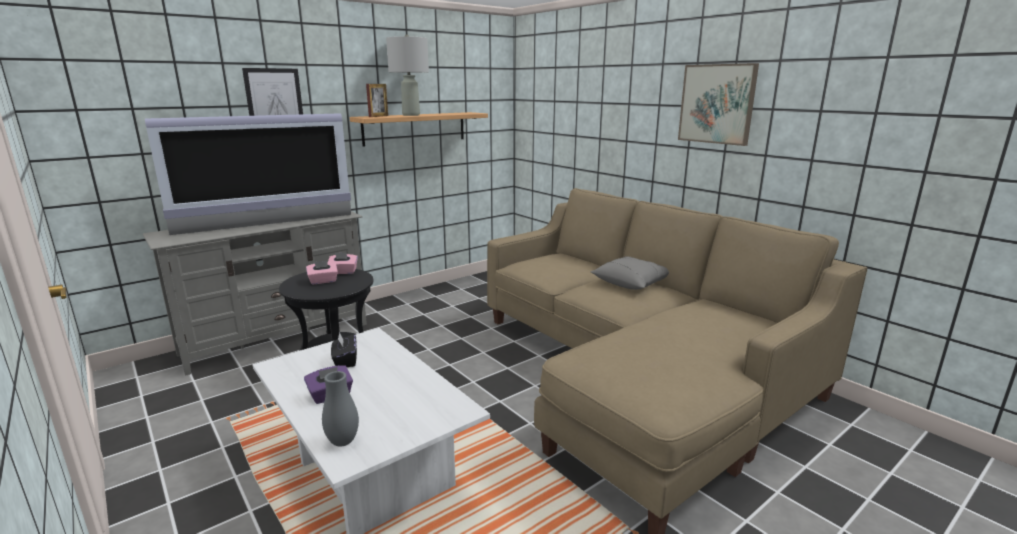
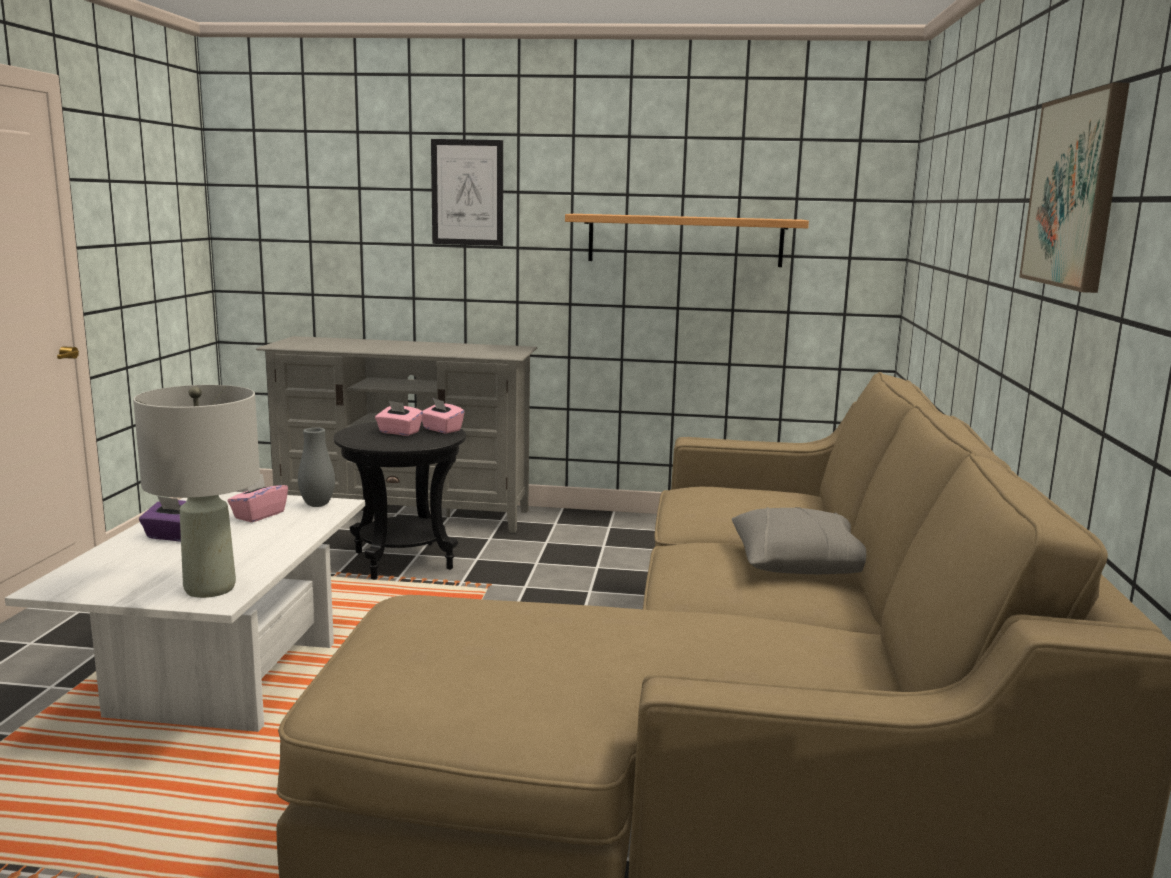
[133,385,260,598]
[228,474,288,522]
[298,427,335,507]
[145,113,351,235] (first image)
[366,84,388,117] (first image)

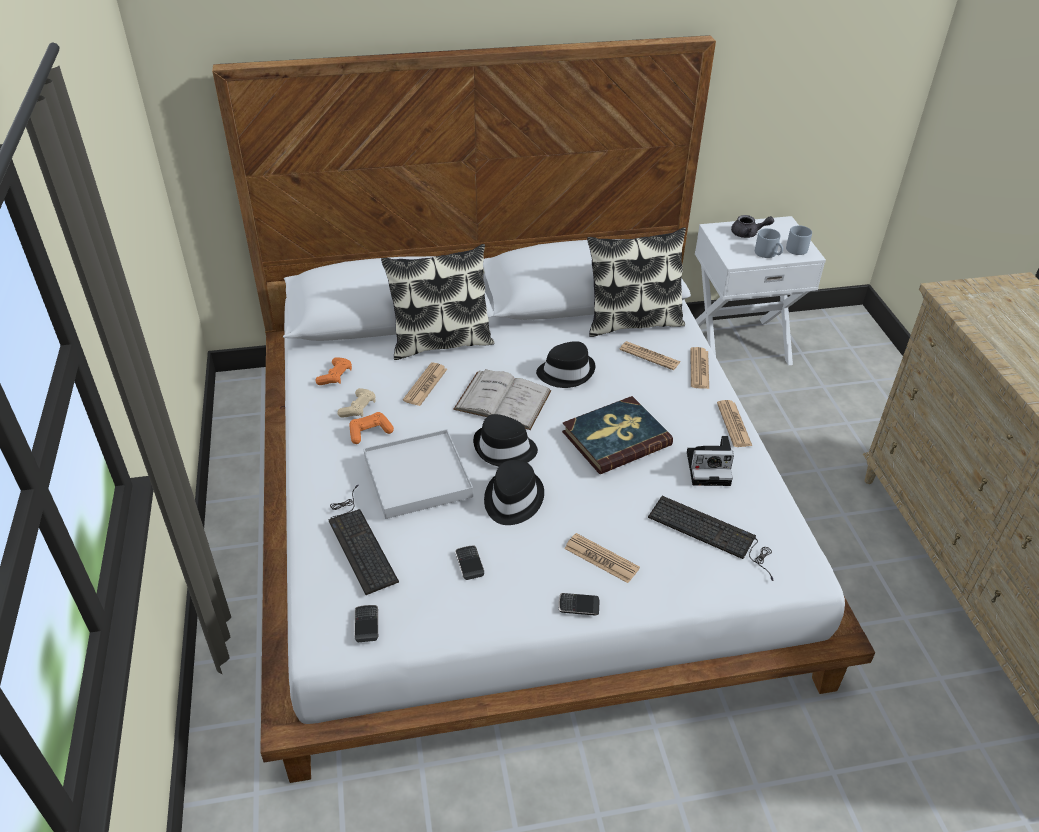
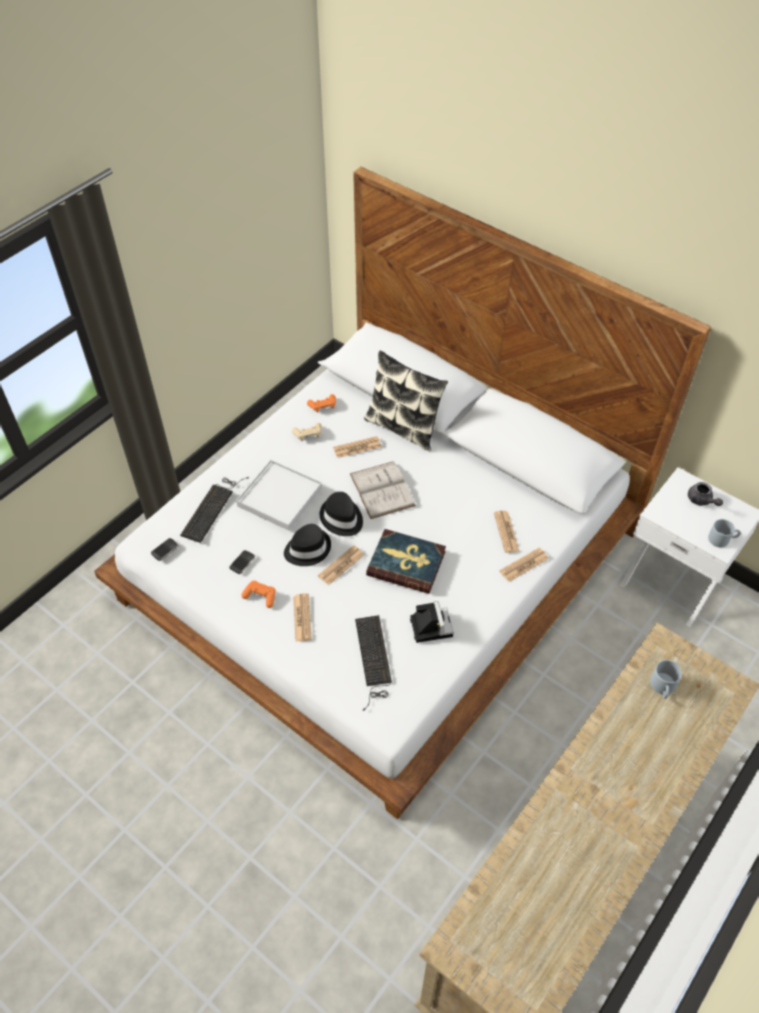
[241,581,276,608]
[318,545,364,585]
[410,601,453,643]
[650,660,682,699]
[536,341,595,388] (first image)
[558,593,599,616] (first image)
[587,227,686,337] (first image)

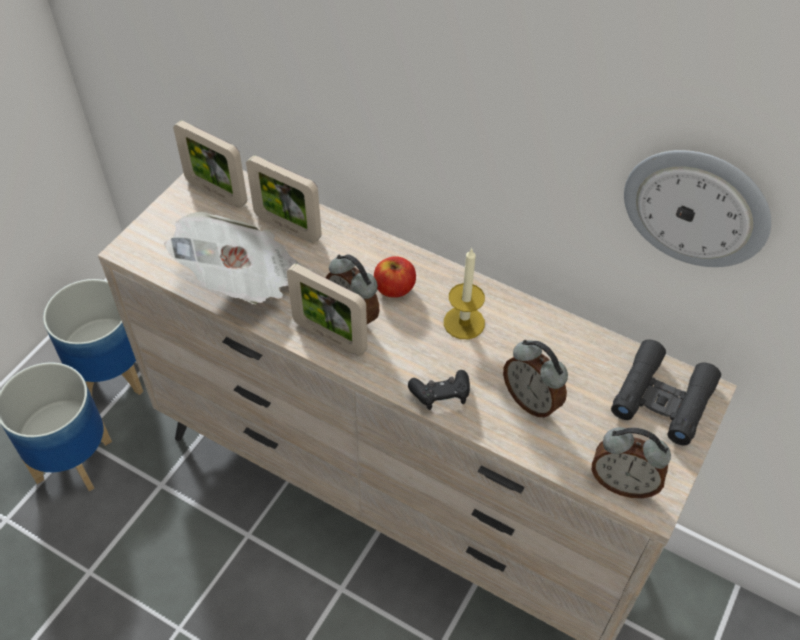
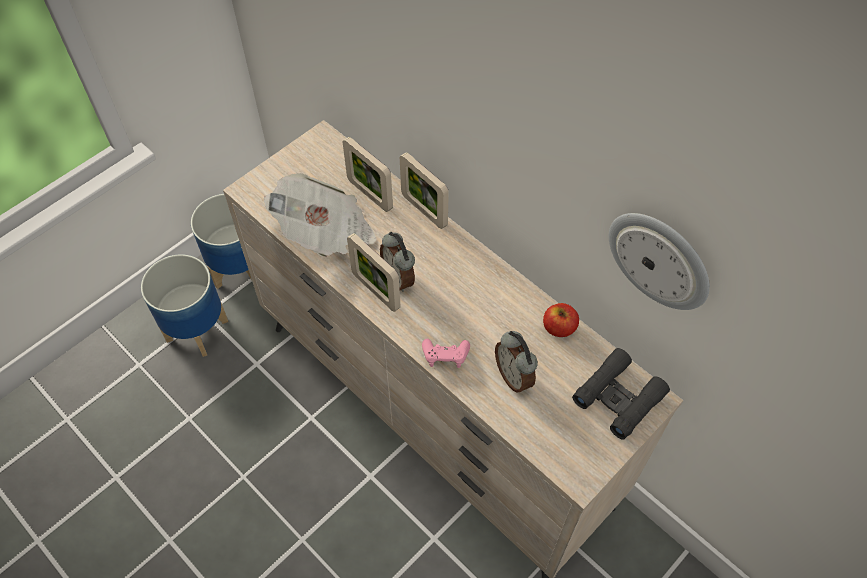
[400,152,449,229]
[422,339,470,368]
[543,303,579,337]
[444,247,485,339] (first image)
[592,427,671,498] (first image)

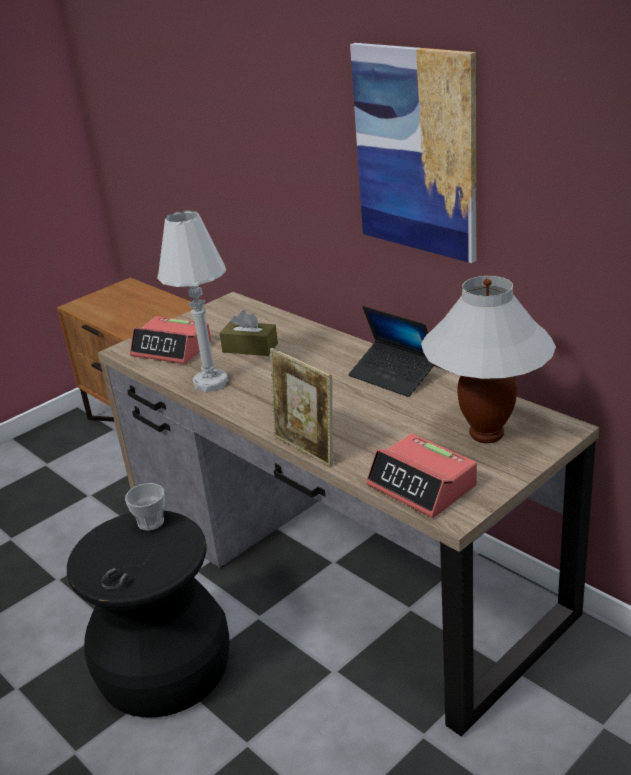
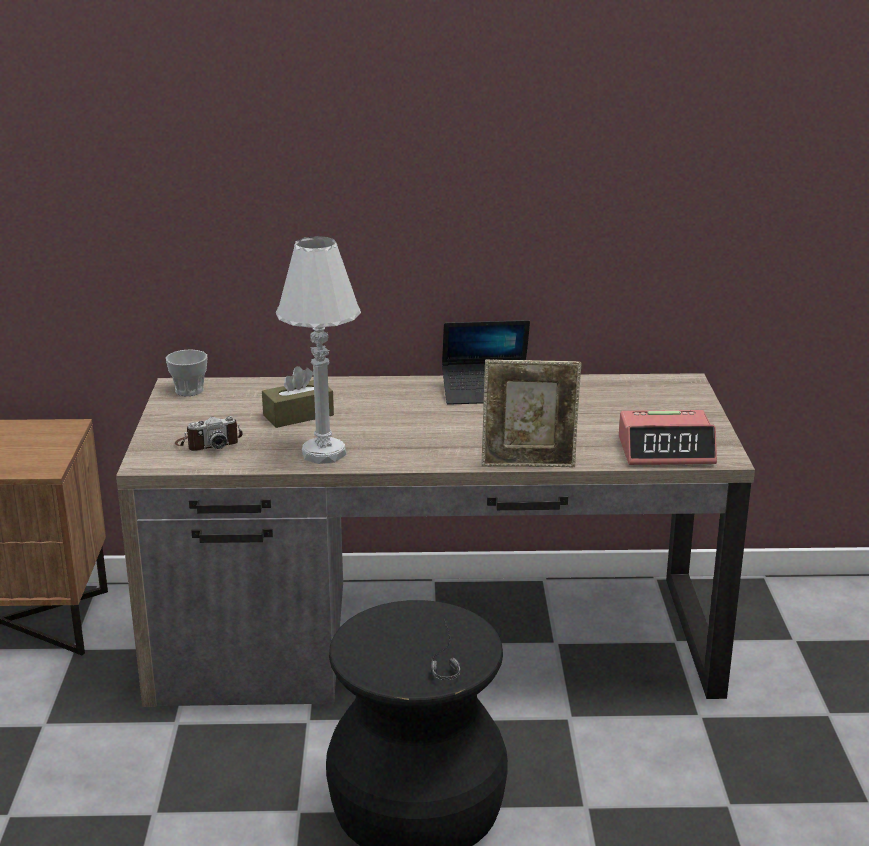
[166,349,208,396]
[175,416,243,451]
[350,43,476,263] (first image)
[421,276,556,443] (first image)

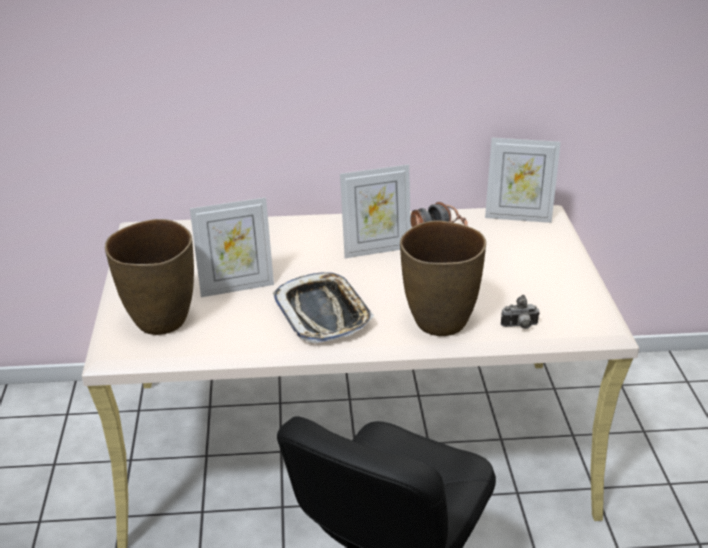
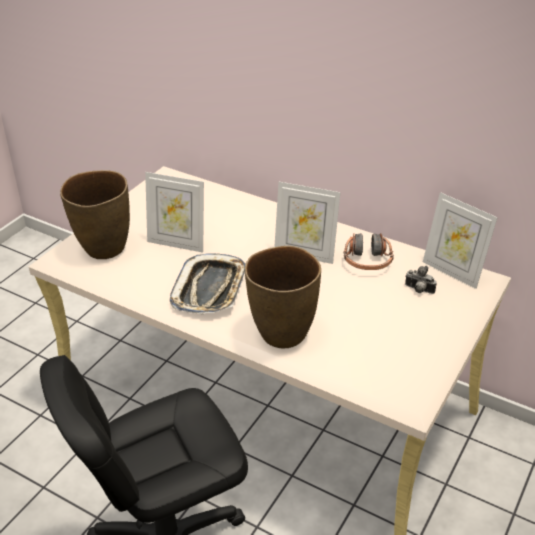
[405,266,437,294]

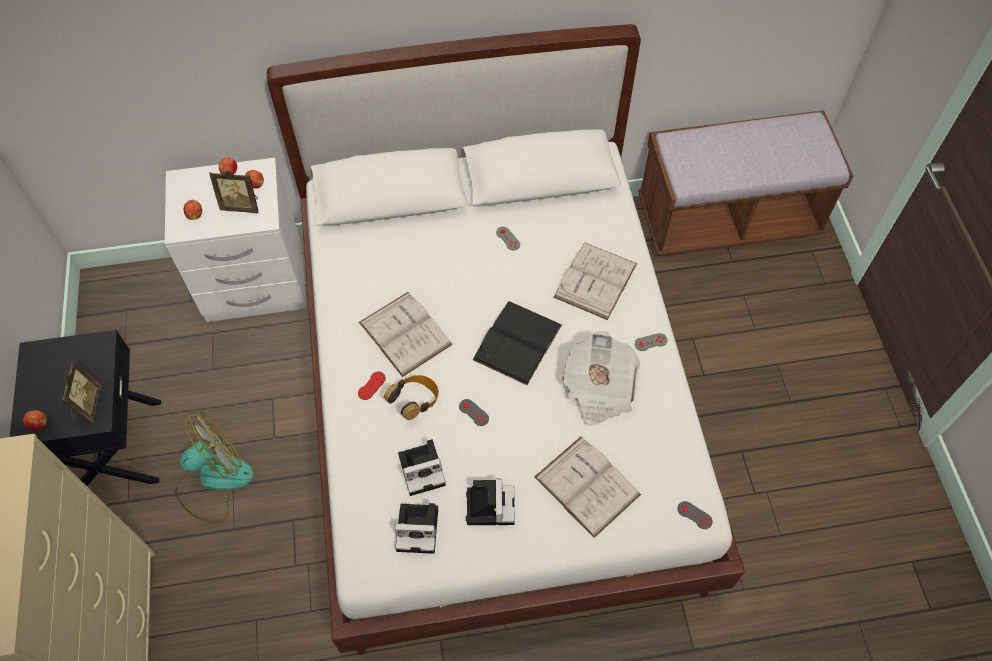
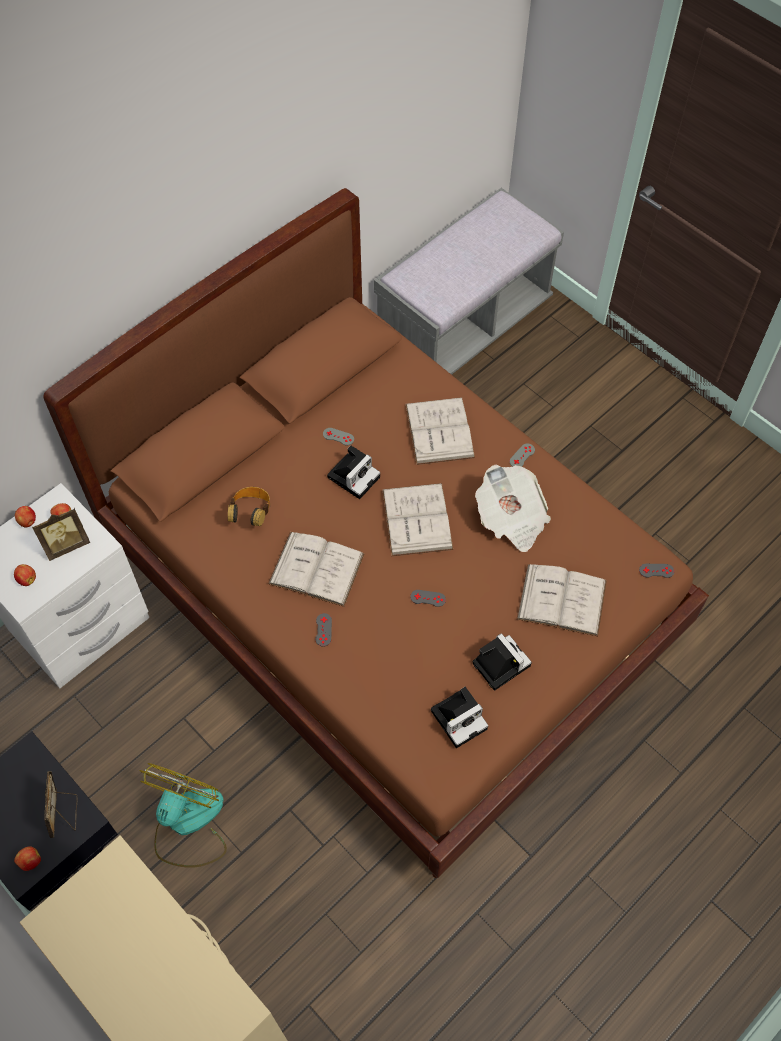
[43,188,709,878]
[44,771,78,838]
[228,487,270,526]
[315,613,332,647]
[327,446,380,499]
[374,188,564,375]
[382,483,453,556]

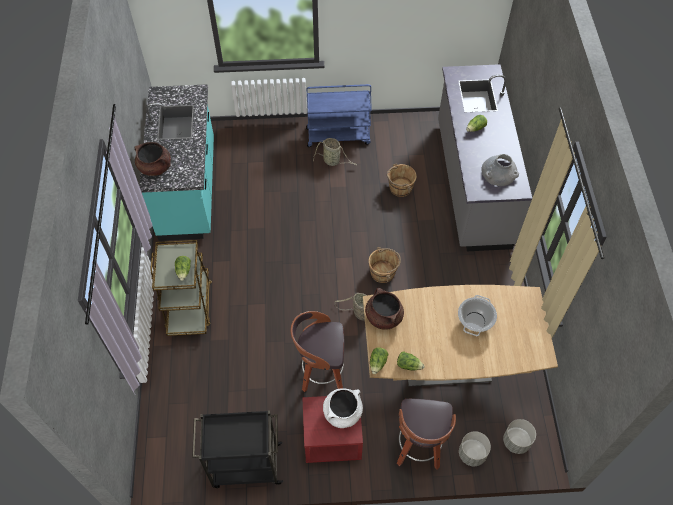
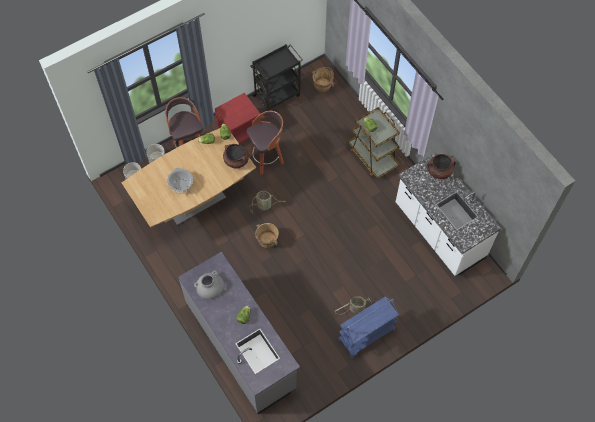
[312,67,334,92]
[396,153,501,276]
[323,388,363,428] (first image)

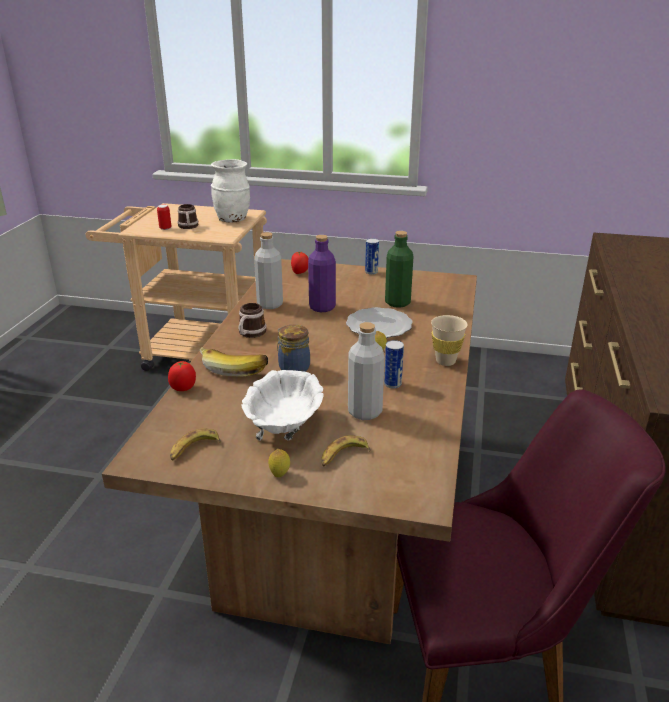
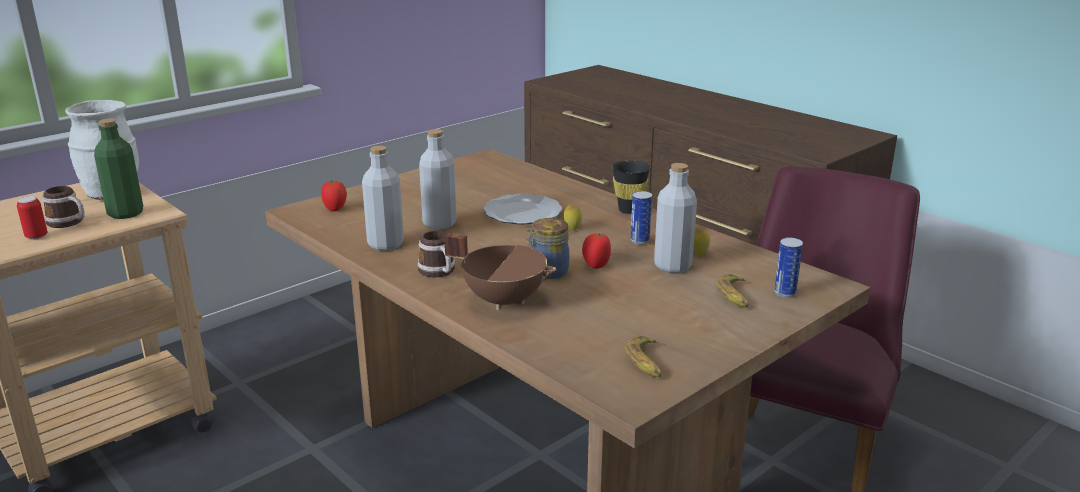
[94,119,143,219]
[419,129,457,229]
[444,233,557,310]
[582,233,611,269]
[612,160,651,214]
[693,228,710,255]
[774,238,803,298]
[241,370,324,441] (first image)

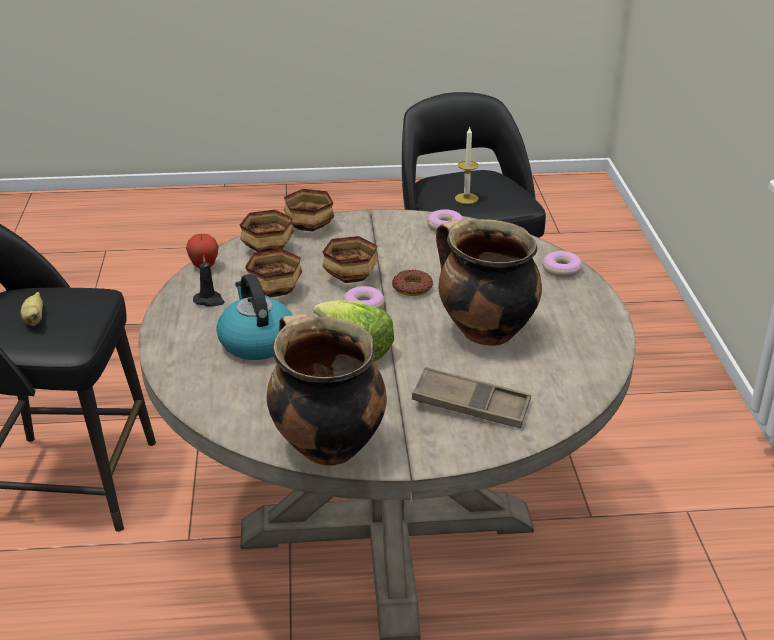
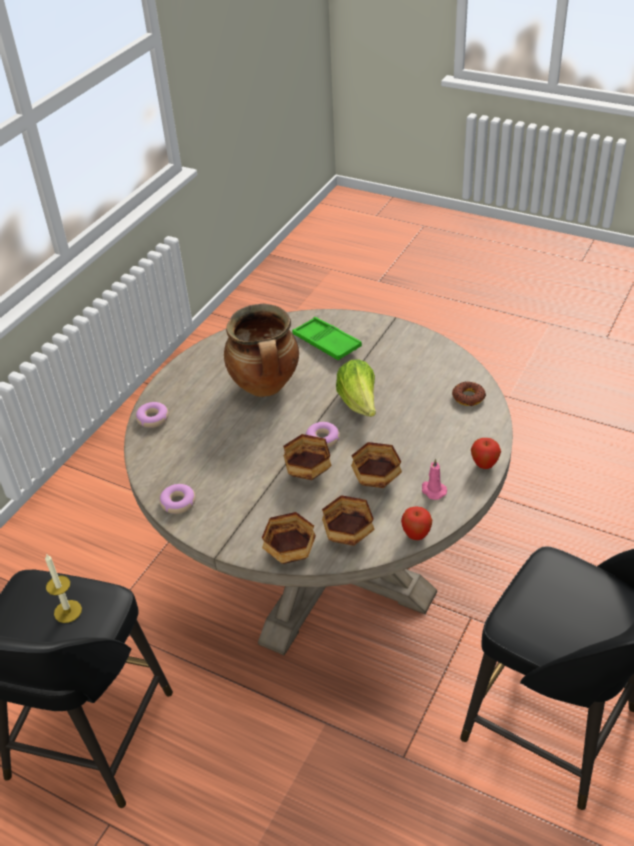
[292,317,362,360]
[422,458,447,500]
[452,381,486,406]
[471,438,501,469]
[21,292,43,326] (first image)
[216,274,292,360] (first image)
[266,313,387,466] (first image)

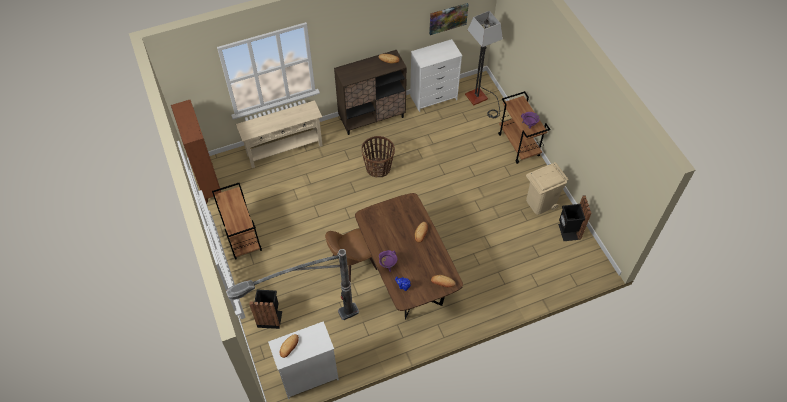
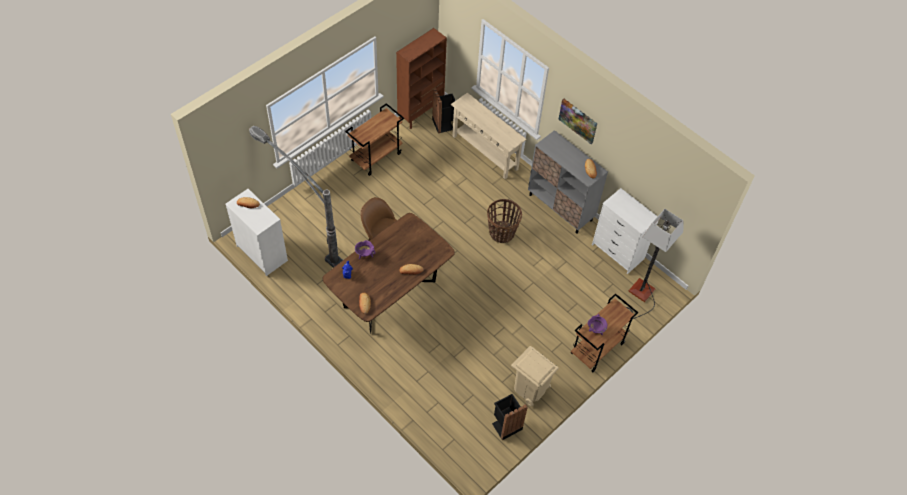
[432,88,455,133]
[528,130,608,234]
[558,99,597,144]

